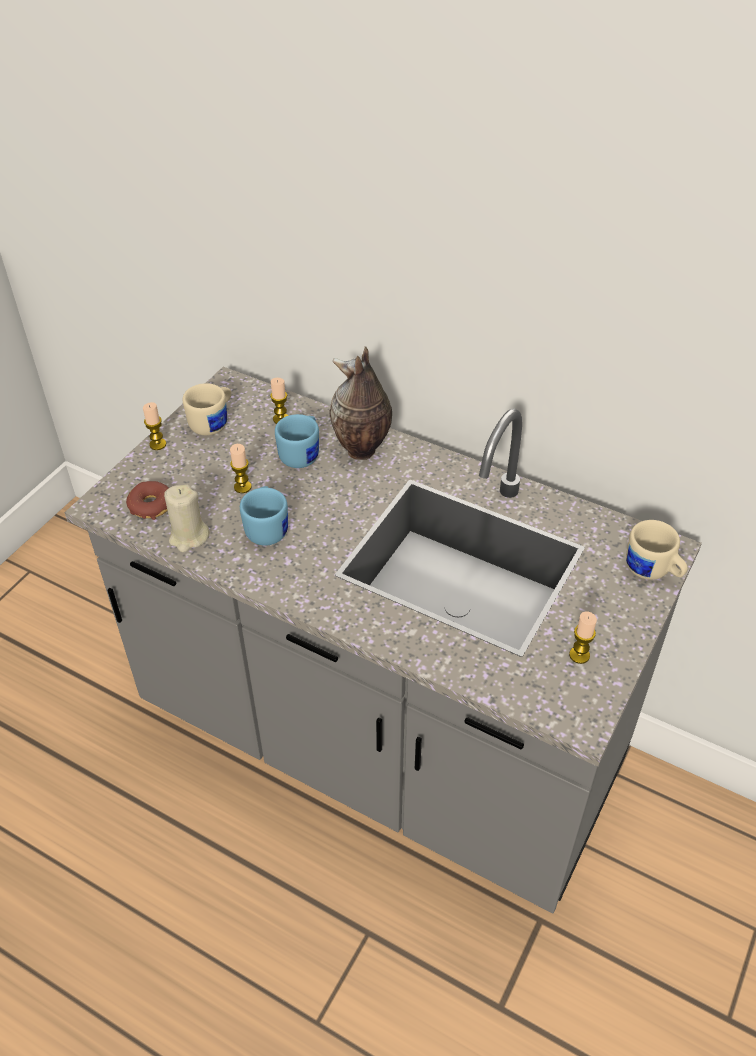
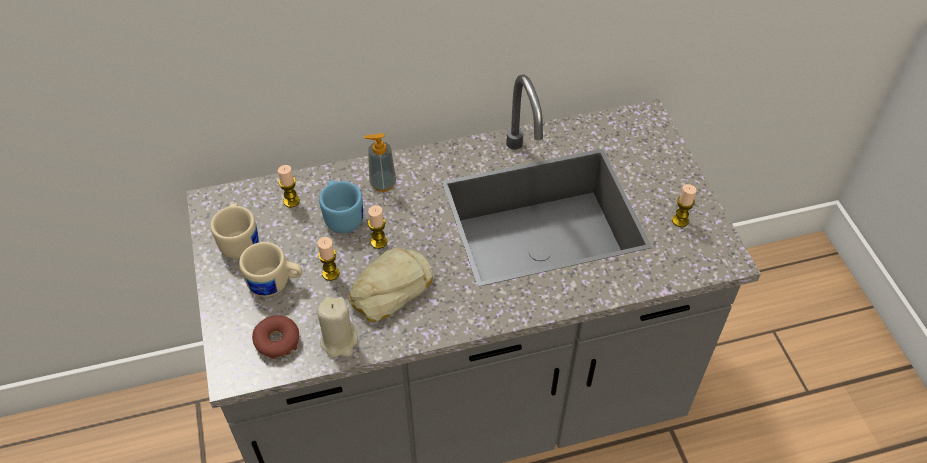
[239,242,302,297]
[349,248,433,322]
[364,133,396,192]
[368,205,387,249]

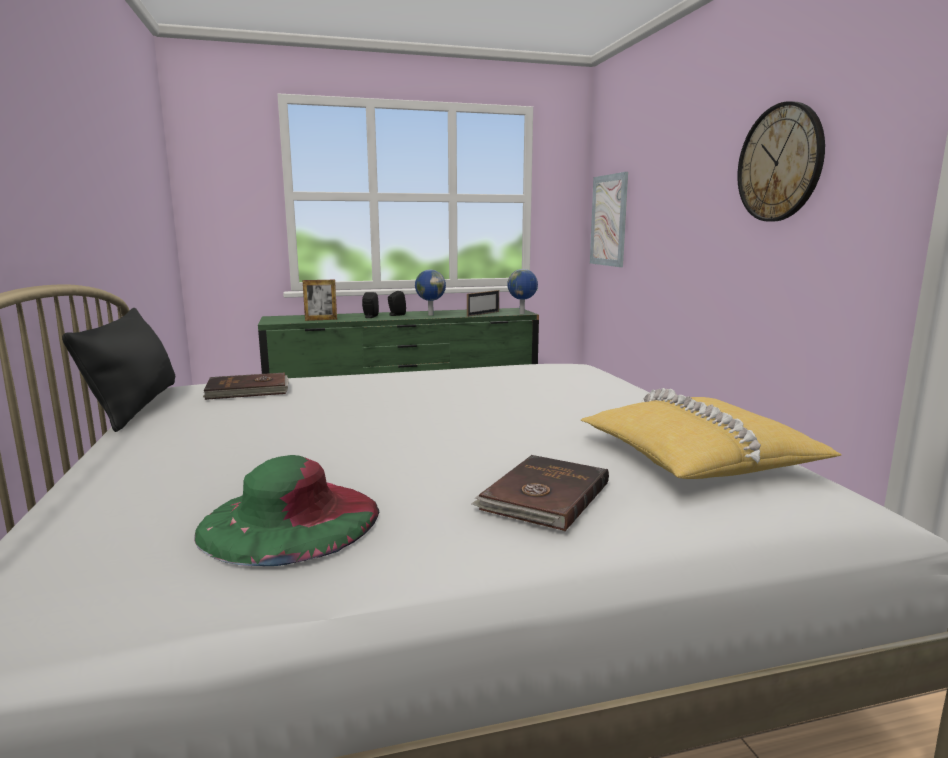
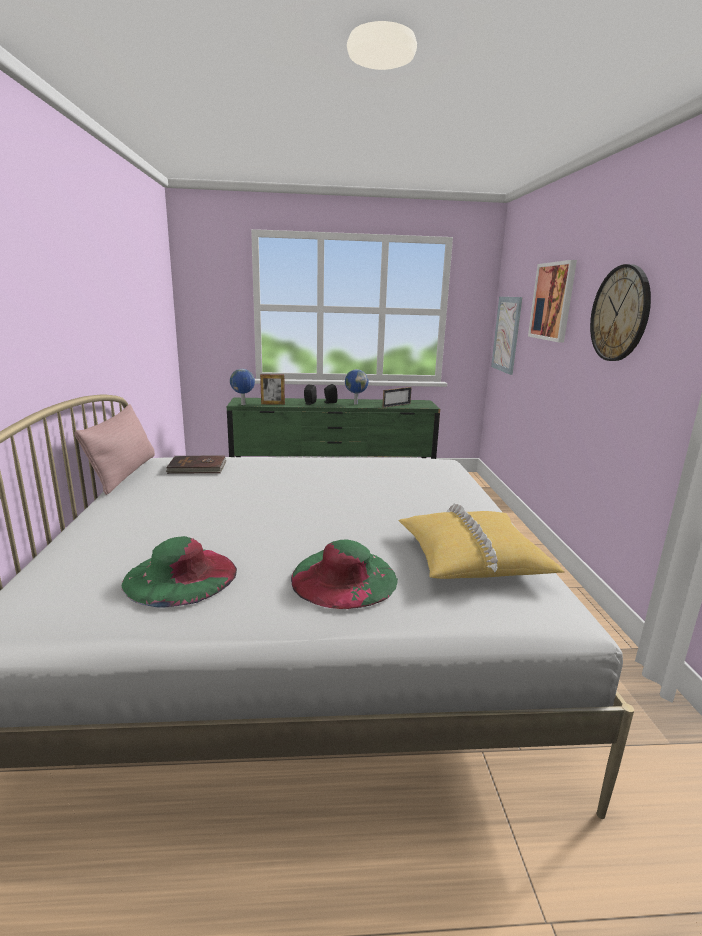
[75,404,155,495]
[230,369,255,405]
[291,539,398,609]
[528,260,577,343]

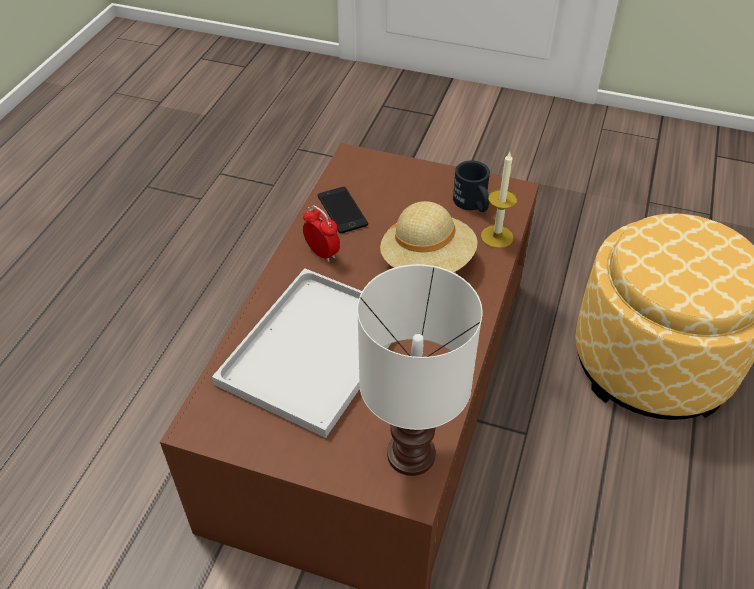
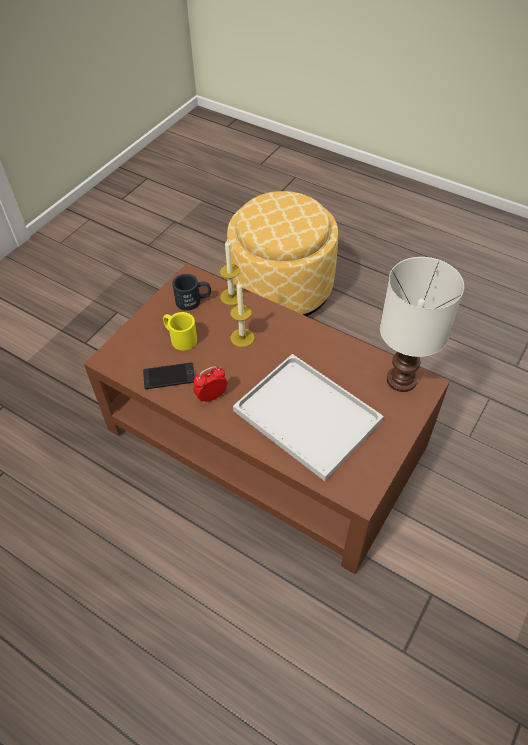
[163,312,197,350]
[230,282,255,347]

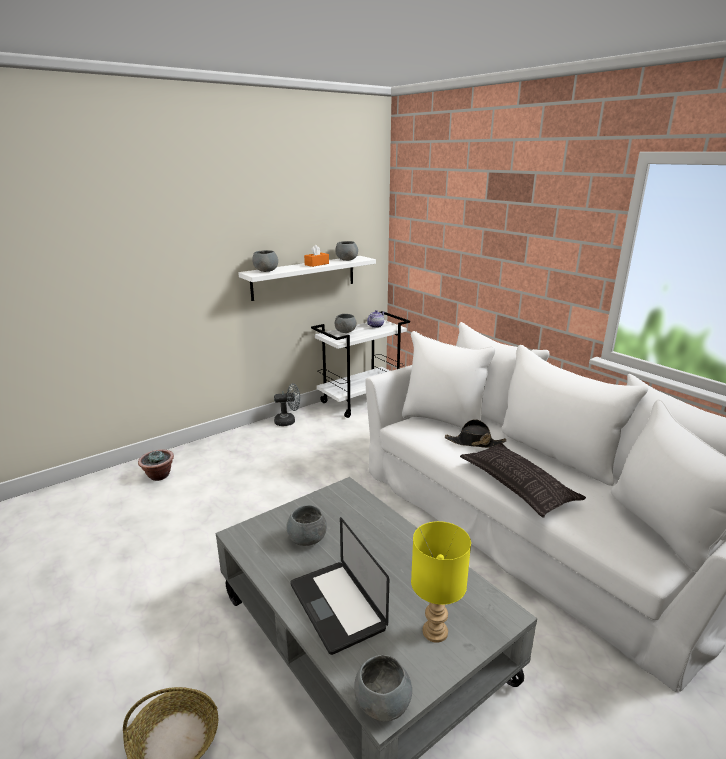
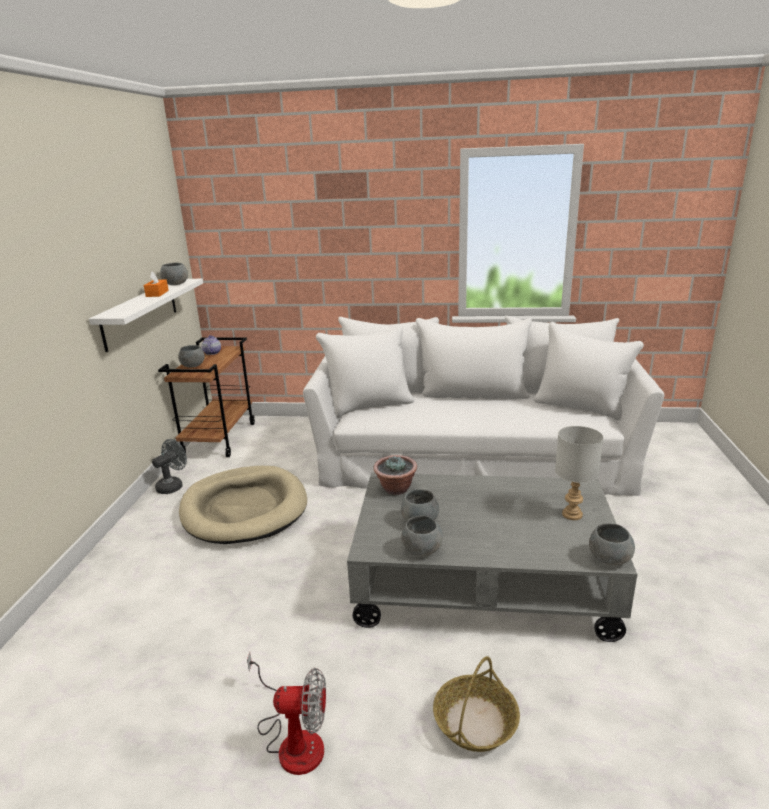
[158,338,255,457]
[179,466,307,544]
[247,652,326,775]
[374,455,417,495]
[401,516,443,556]
[555,426,603,520]
[290,517,389,655] (first image)
[445,419,506,448] (first image)
[460,443,586,518] (first image)

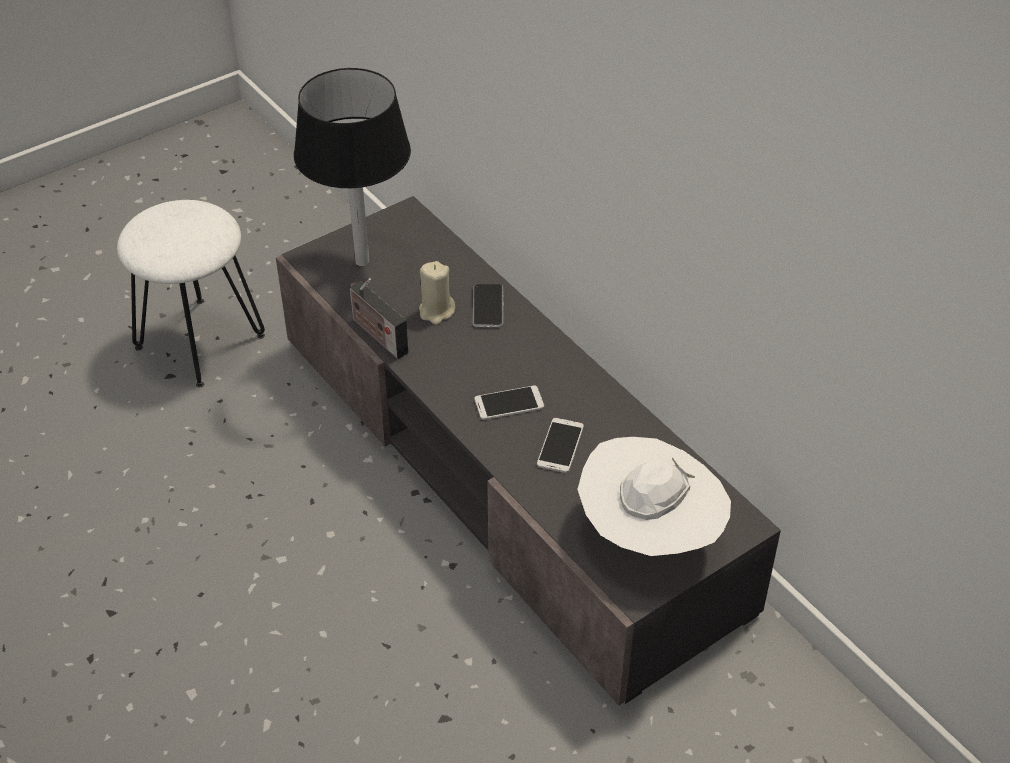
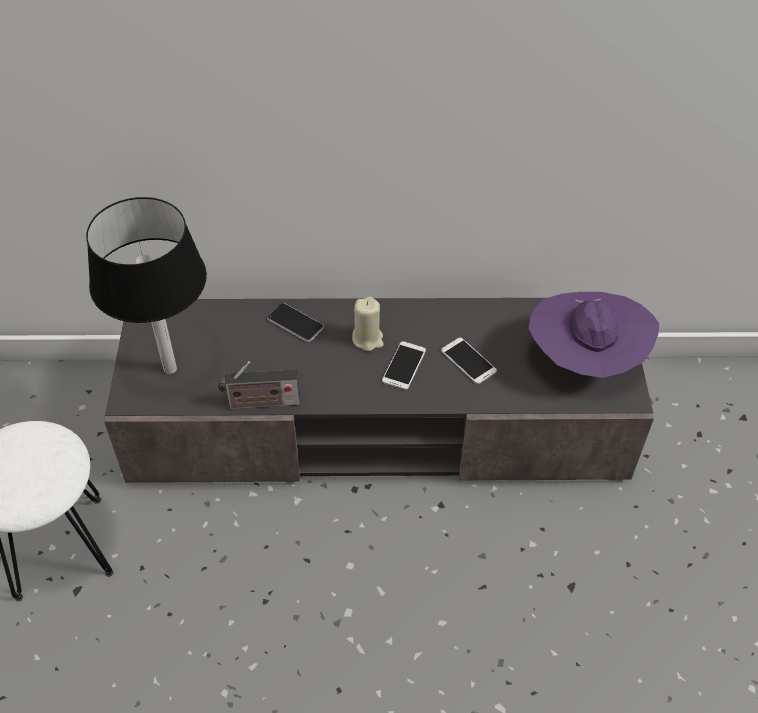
[352,297,384,351]
[529,292,659,378]

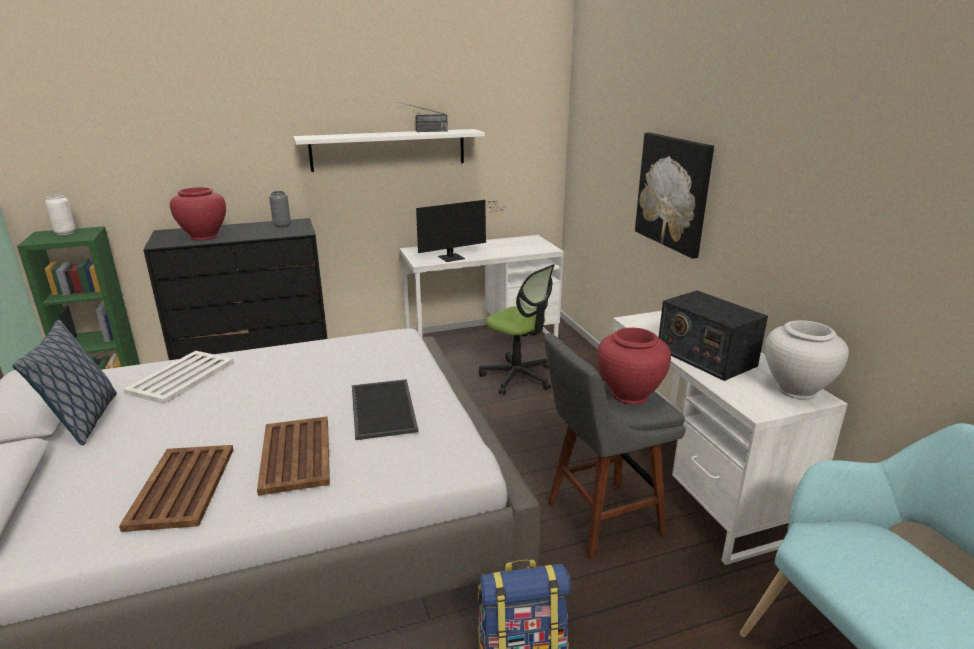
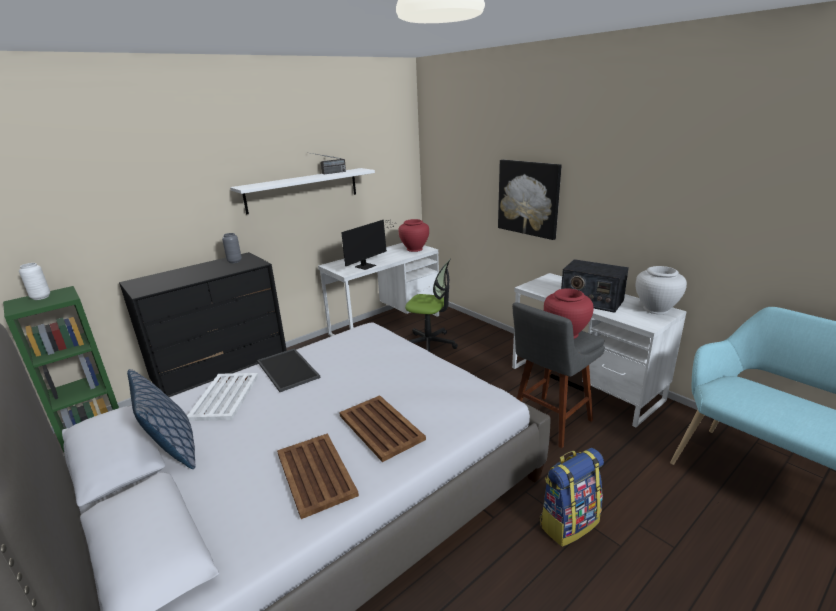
[257,348,321,392]
[398,219,429,252]

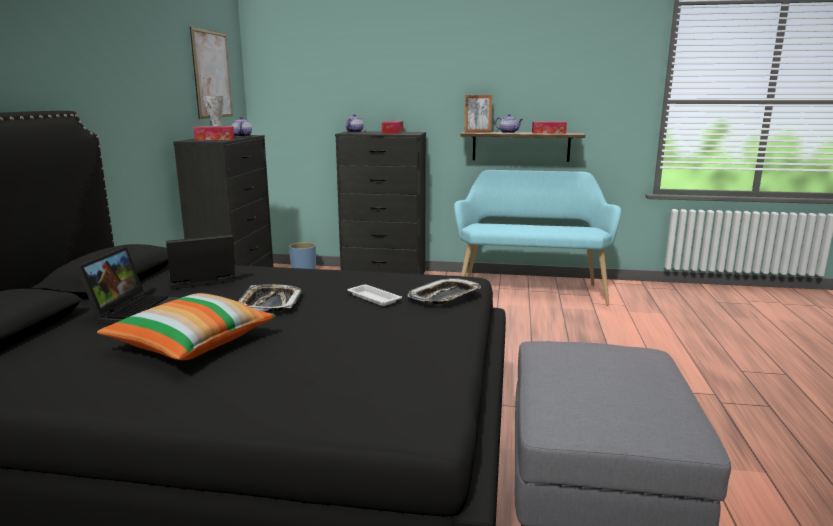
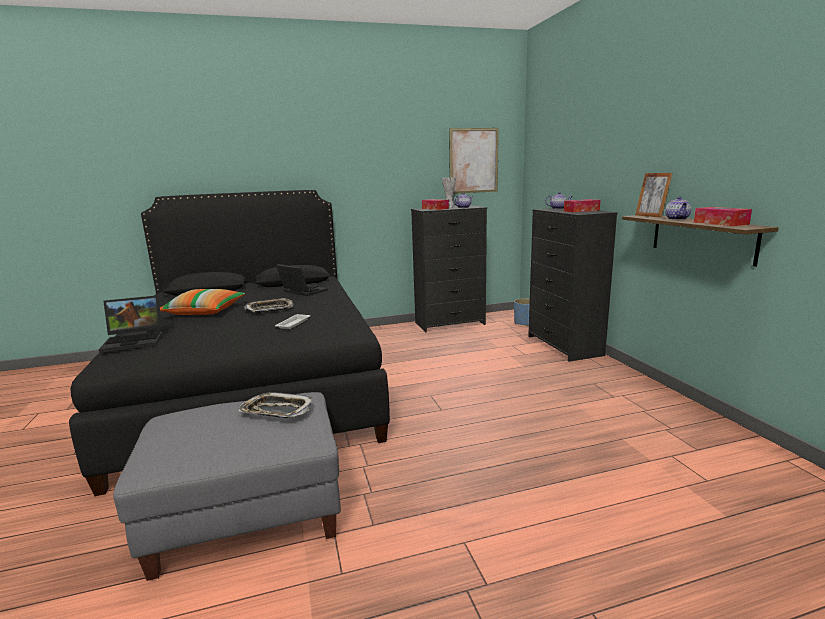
[99,296,163,353]
[239,392,313,418]
[454,170,621,306] (first image)

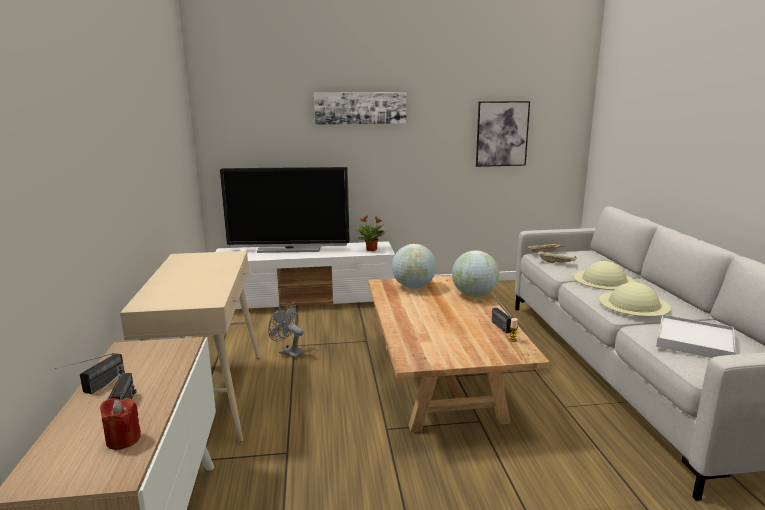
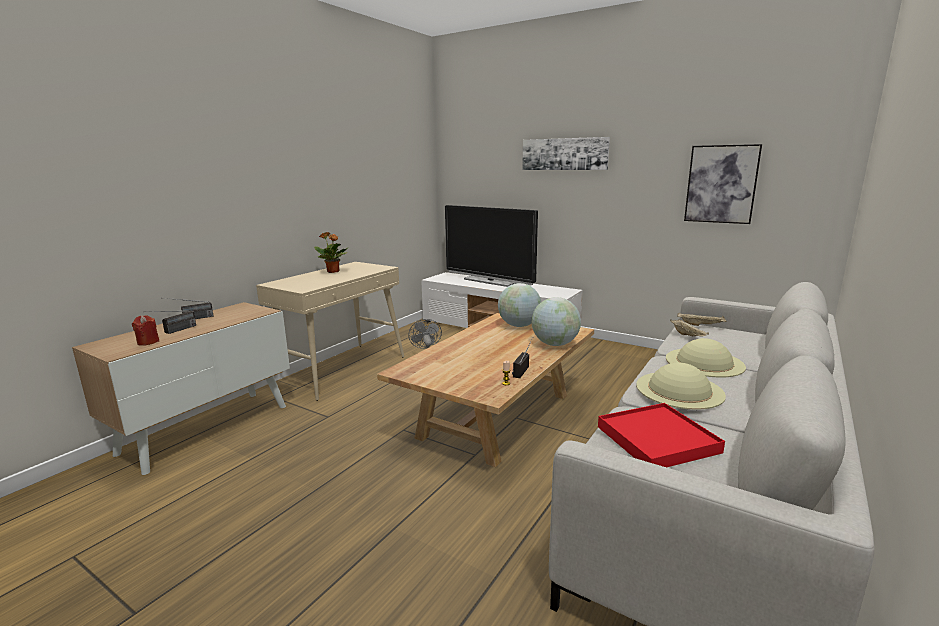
[314,232,349,273]
[598,403,725,467]

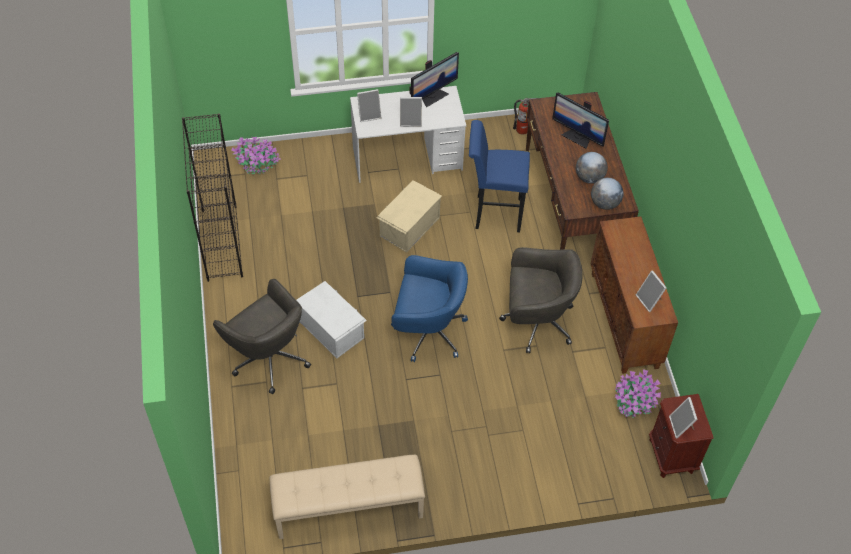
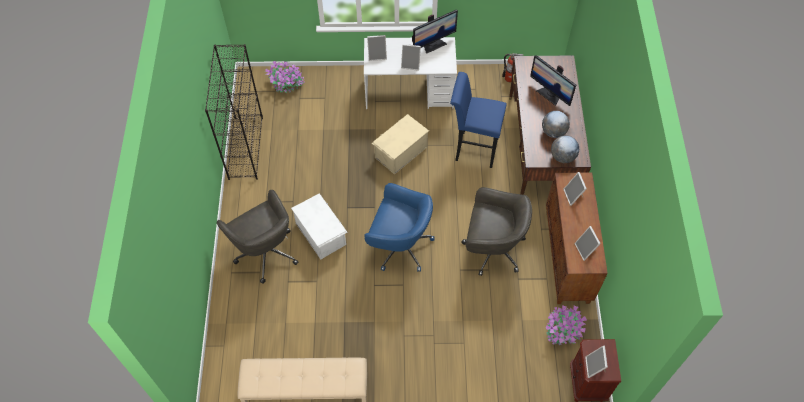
[563,172,587,206]

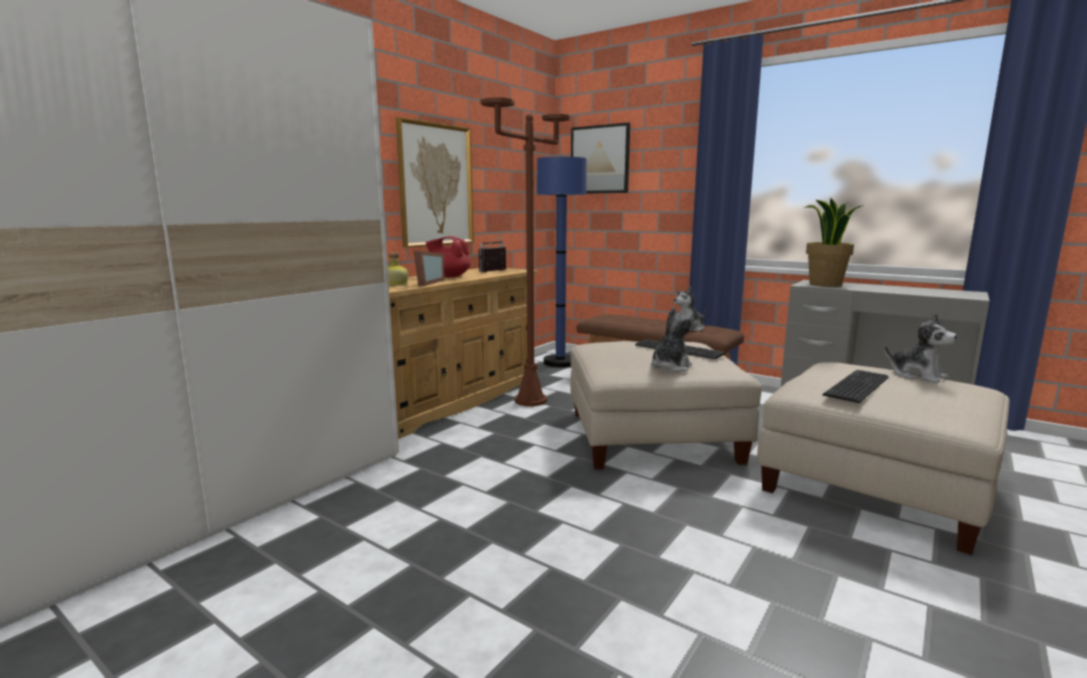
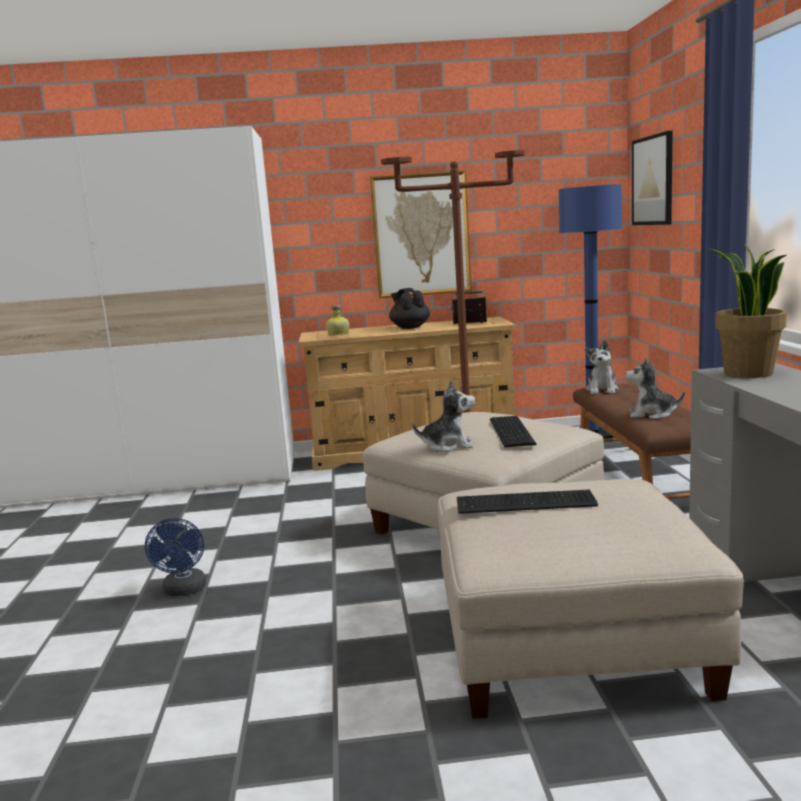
[145,518,206,596]
[389,288,430,329]
[585,340,619,394]
[413,251,445,286] (first image)

